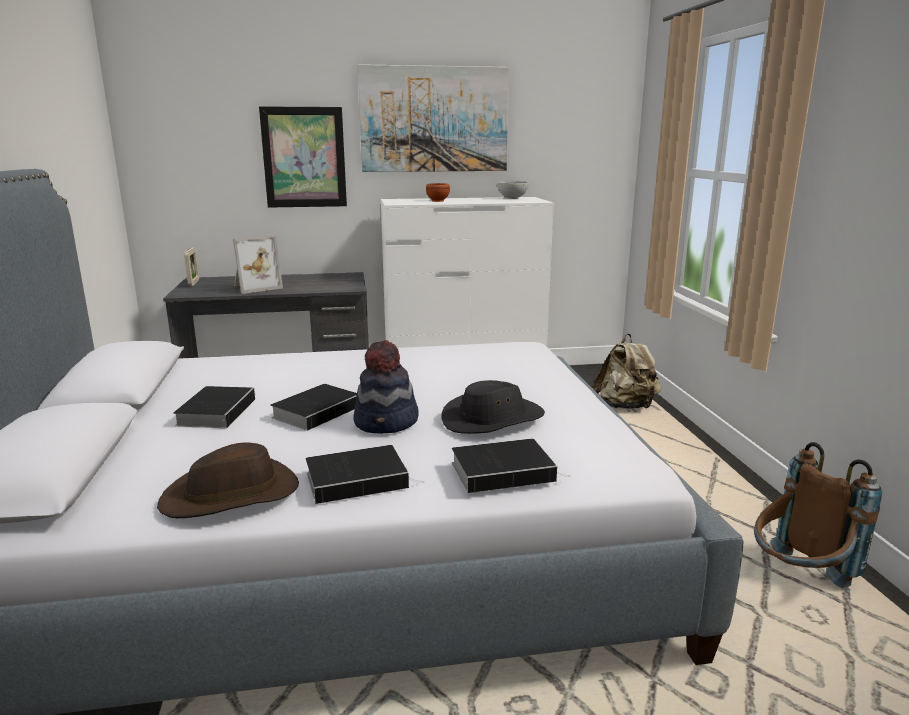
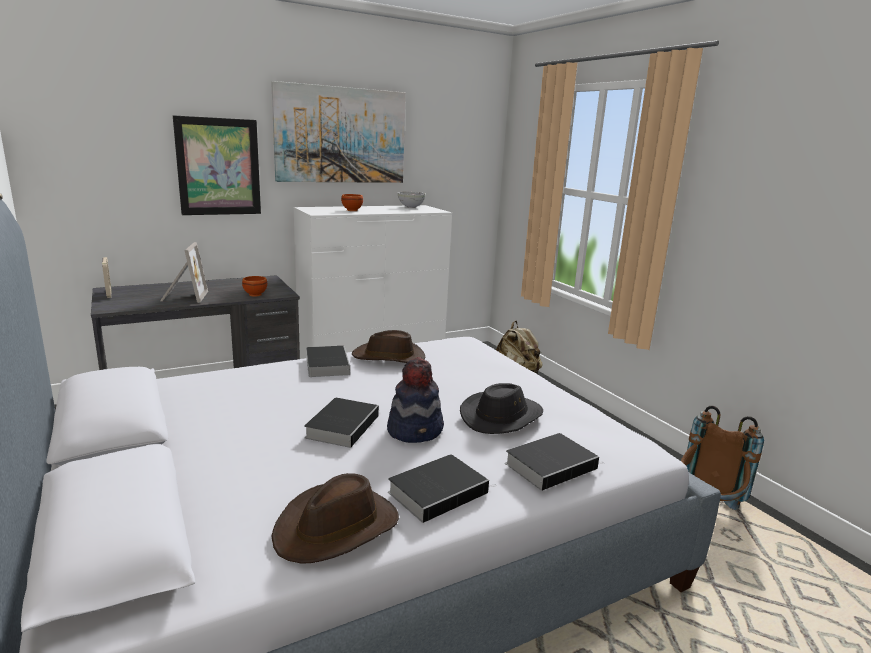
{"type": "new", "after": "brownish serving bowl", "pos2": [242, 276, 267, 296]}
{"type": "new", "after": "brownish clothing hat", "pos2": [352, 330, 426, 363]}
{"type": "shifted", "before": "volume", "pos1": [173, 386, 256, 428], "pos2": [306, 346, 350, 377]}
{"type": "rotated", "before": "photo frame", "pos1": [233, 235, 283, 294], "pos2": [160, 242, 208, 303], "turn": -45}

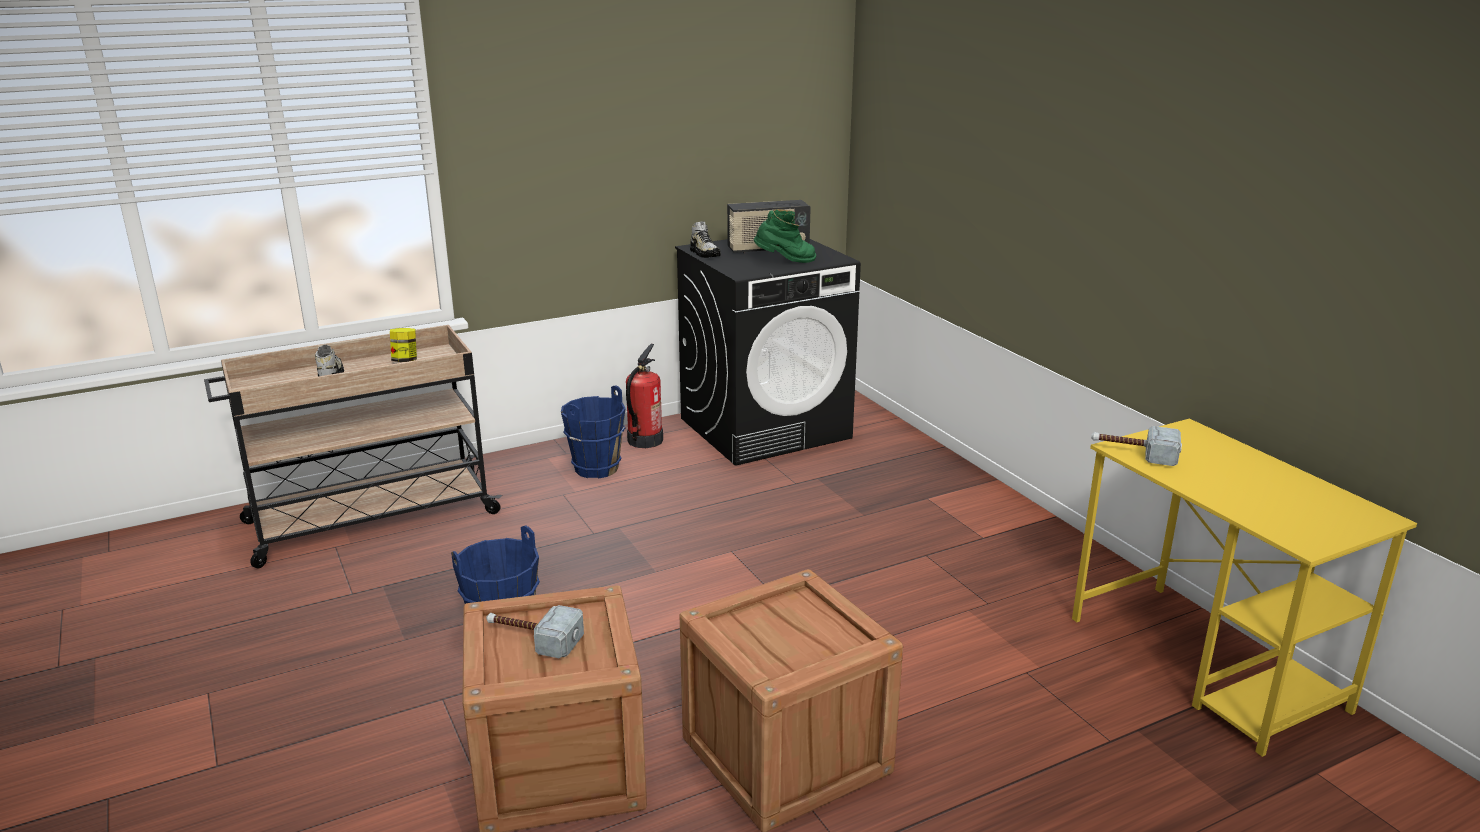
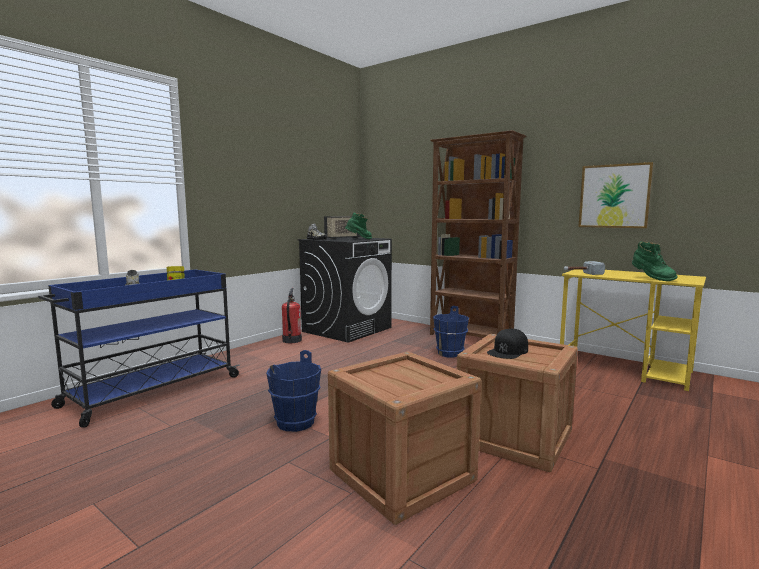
{"type": "gone", "before": "hand hammer", "pos1": [486, 605, 584, 658]}
{"type": "new", "after": "brownish bookshelf", "pos2": [430, 130, 526, 338]}
{"type": "new", "after": "black-coloured peaked cap", "pos2": [487, 329, 528, 359]}
{"type": "new", "after": "picture", "pos2": [578, 162, 654, 228]}
{"type": "new", "after": "green tall boot", "pos2": [632, 241, 677, 281]}
{"type": "shifted", "before": "bluish bucket", "pos1": [561, 385, 626, 479], "pos2": [433, 306, 469, 358]}
{"type": "repainted", "before": "beige cart", "after": "bluish cart", "pos1": [204, 325, 502, 568], "pos2": [38, 269, 240, 428]}

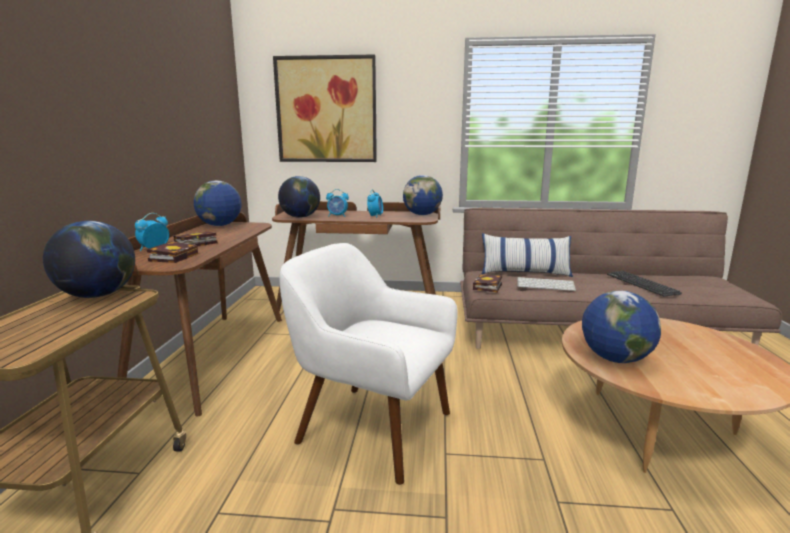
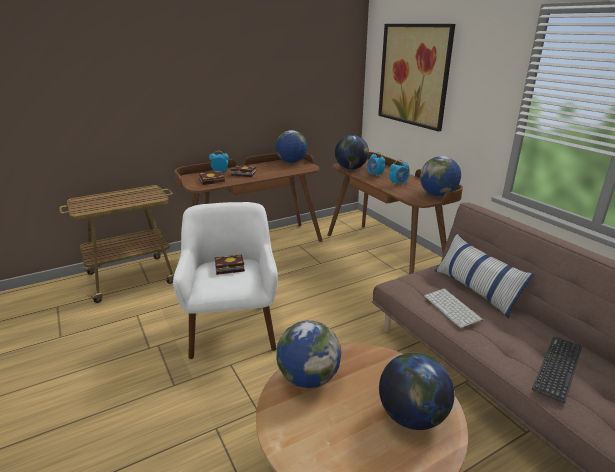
{"type": "shifted", "before": "globe", "pos1": [43, 221, 135, 298], "pos2": [379, 352, 455, 430]}
{"type": "shifted", "before": "volume", "pos1": [473, 275, 502, 293], "pos2": [215, 254, 245, 275]}

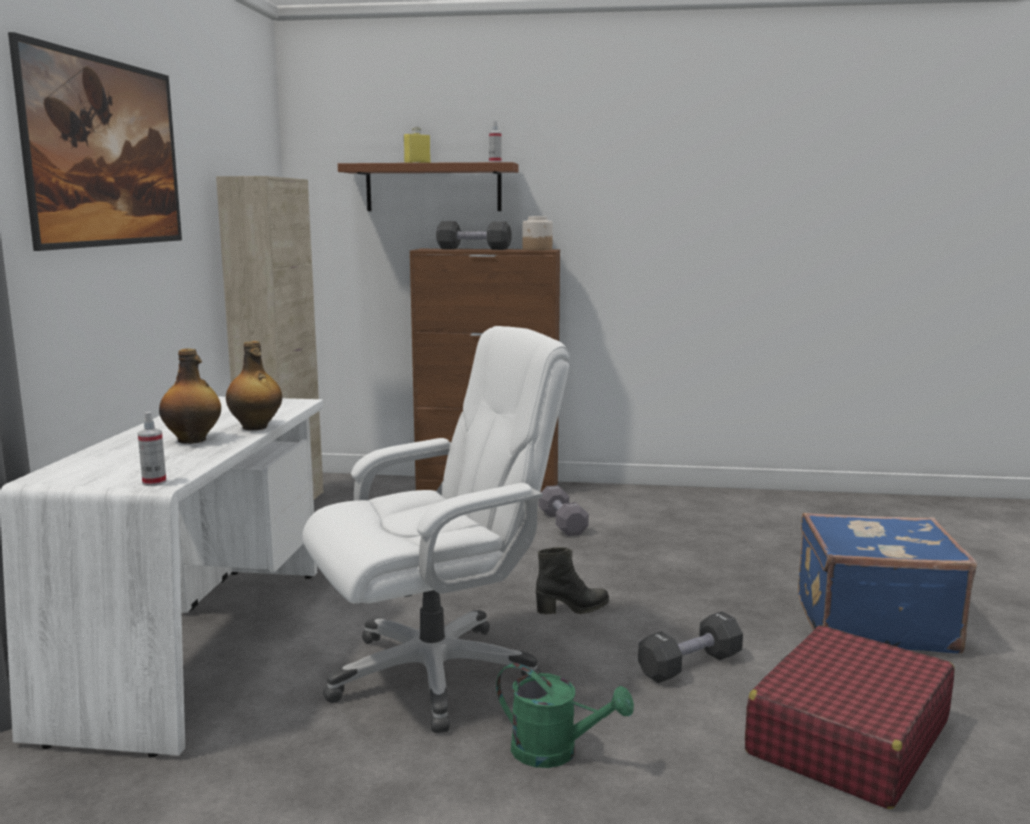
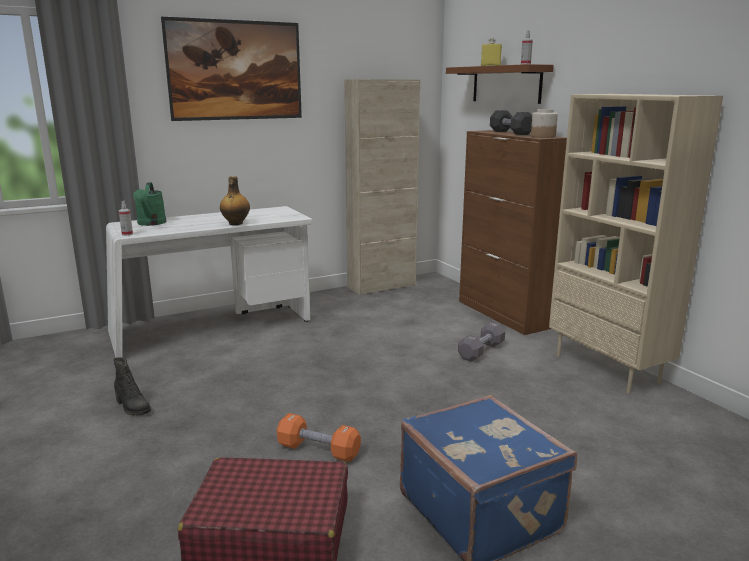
{"type": "gone", "before": "bottle", "pos1": [159, 349, 221, 444]}
{"type": "gone", "before": "white office chair", "pos1": [302, 326, 570, 733]}
{"type": "new", "after": "beige bookshelf", "pos2": [549, 94, 723, 393]}
{"type": "shifted", "before": "green watering can", "pos1": [496, 663, 634, 768], "pos2": [133, 182, 167, 226]}
{"type": "shifted", "before": "black-coloured tall boot", "pos1": [536, 547, 609, 614], "pos2": [113, 357, 151, 415]}
{"type": "repainted", "before": "black-coloured dumbbell", "after": "orange-coloured dumbbell", "pos1": [638, 611, 743, 683], "pos2": [277, 413, 361, 462]}

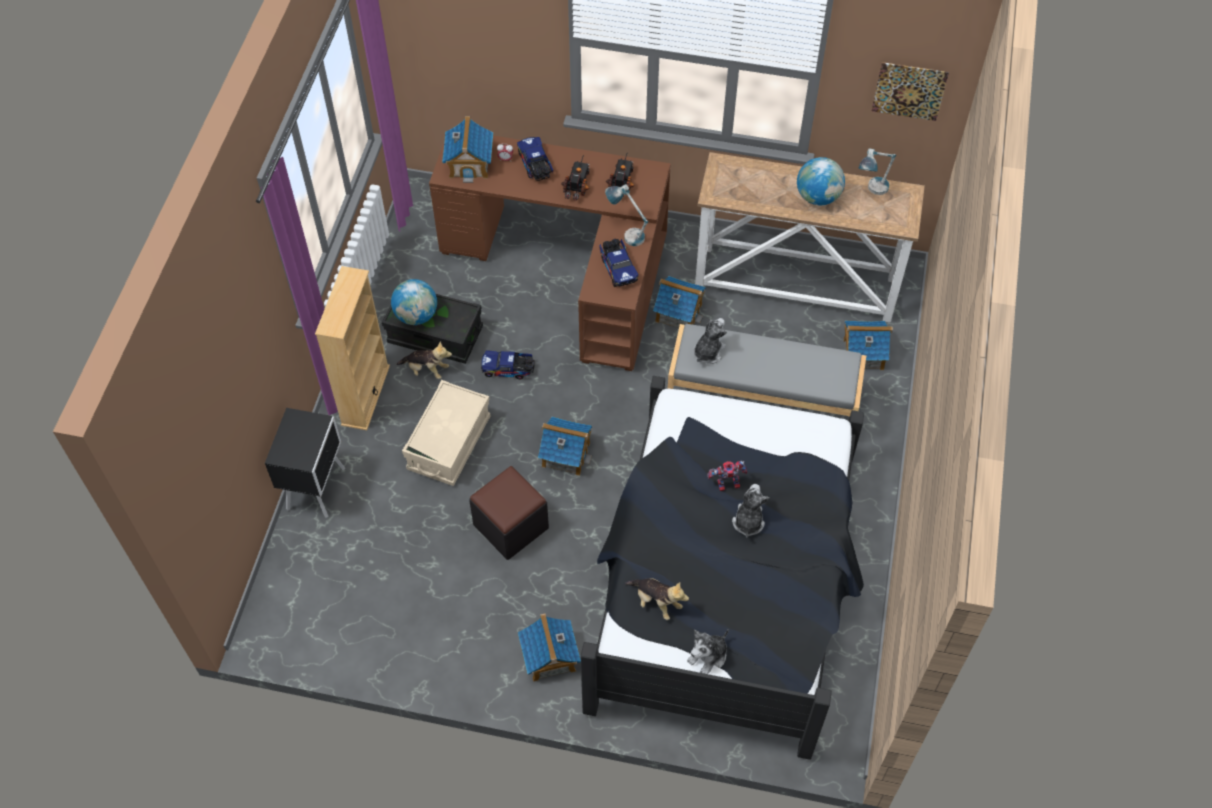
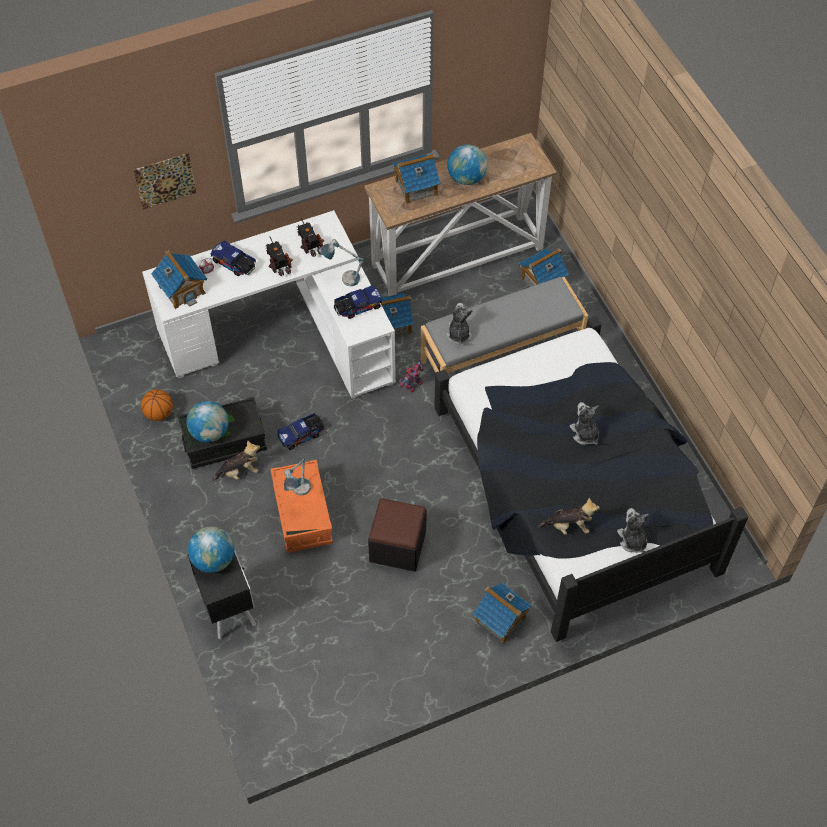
{"type": "gone", "before": "beige bookshelf", "pos1": [315, 266, 390, 430]}
{"type": "new", "after": "basketball", "pos2": [141, 389, 173, 421]}
{"type": "new", "after": "globe", "pos2": [188, 527, 235, 573]}
{"type": "shifted", "before": "miniature house", "pos1": [538, 417, 592, 476], "pos2": [392, 154, 441, 204]}
{"type": "shifted", "before": "robot figure", "pos1": [707, 461, 747, 491], "pos2": [398, 362, 424, 392]}
{"type": "shifted", "before": "tabletop lamp", "pos1": [858, 148, 896, 195], "pos2": [284, 459, 311, 496]}
{"type": "shifted", "before": "picture", "pos1": [871, 62, 949, 121], "pos2": [133, 153, 196, 210]}
{"type": "repainted", "before": "beige storage bin", "after": "orange-coloured storage bin", "pos1": [402, 380, 490, 486], "pos2": [270, 460, 333, 553]}
{"type": "repainted", "before": "brownish desk", "after": "white desk", "pos1": [429, 129, 671, 371], "pos2": [142, 210, 396, 399]}
{"type": "rotated", "before": "toy truck", "pos1": [599, 239, 638, 287], "pos2": [334, 285, 382, 319], "turn": -60}
{"type": "rotated", "before": "cuddly toy", "pos1": [687, 629, 729, 674], "pos2": [617, 508, 649, 553], "turn": 150}

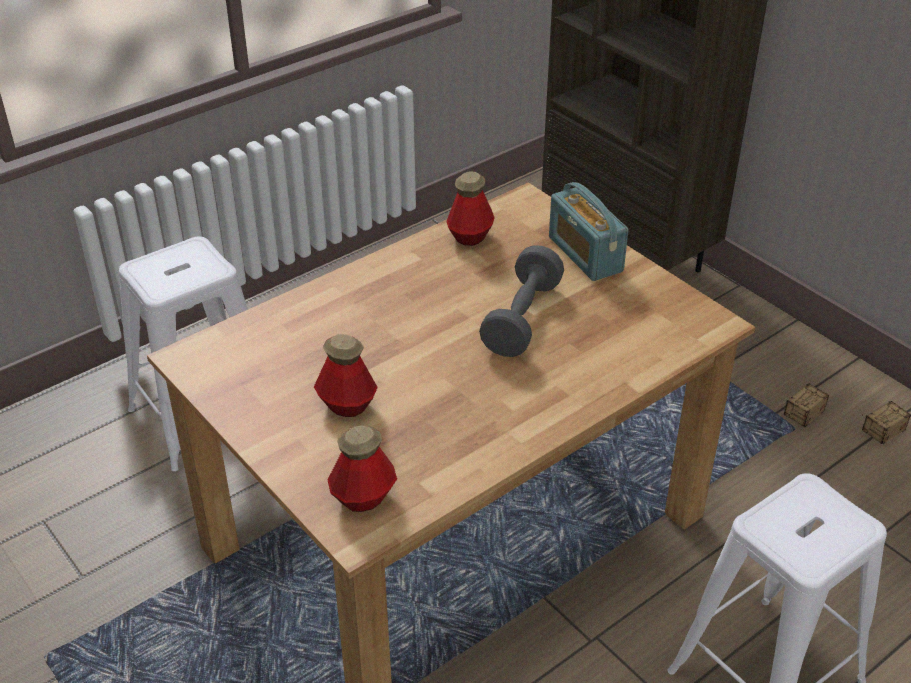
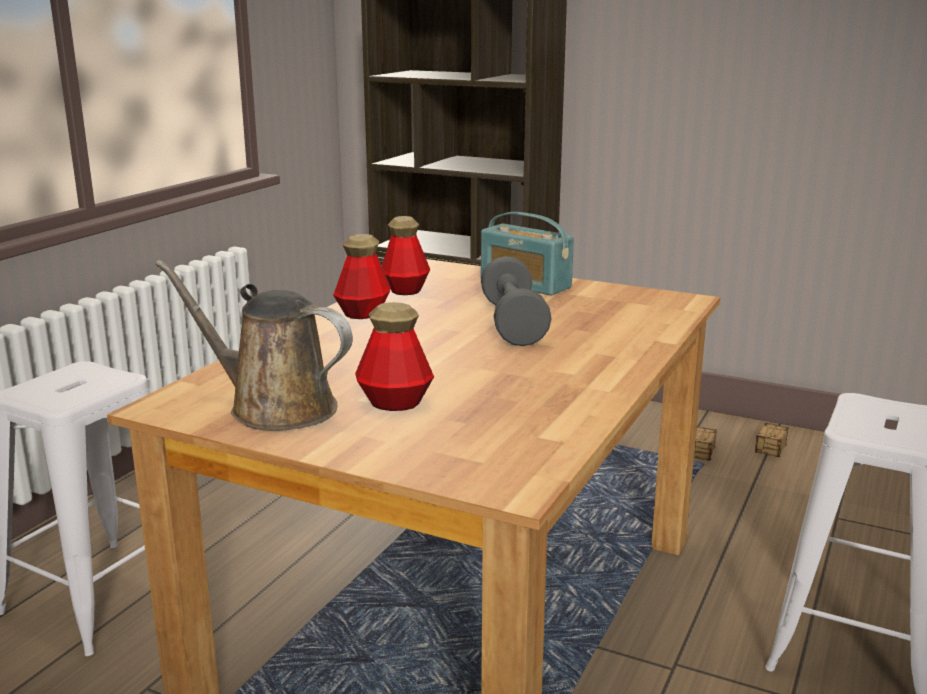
{"type": "new", "after": "brownish watering can", "pos2": [155, 260, 353, 431]}
{"type": "shifted", "before": "bottle", "pos1": [328, 426, 397, 512], "pos2": [333, 234, 391, 319]}

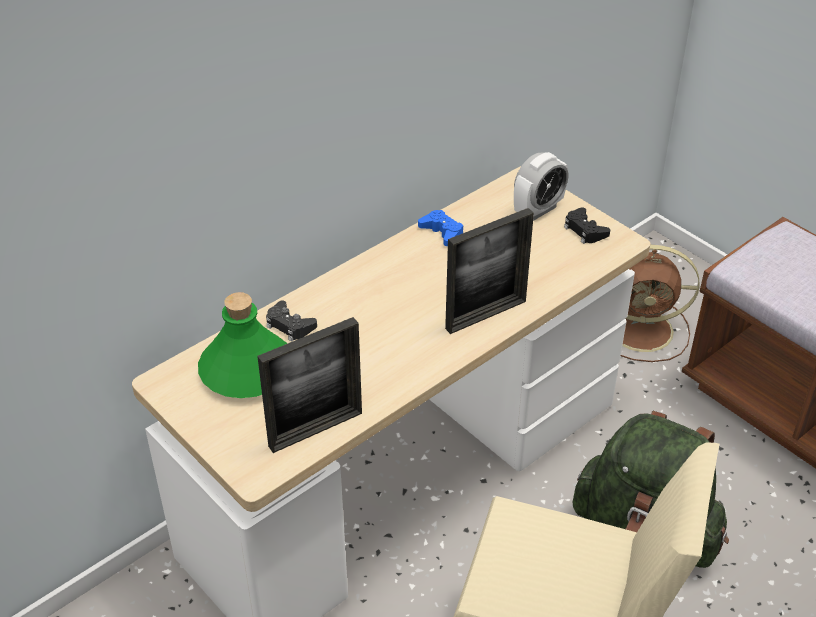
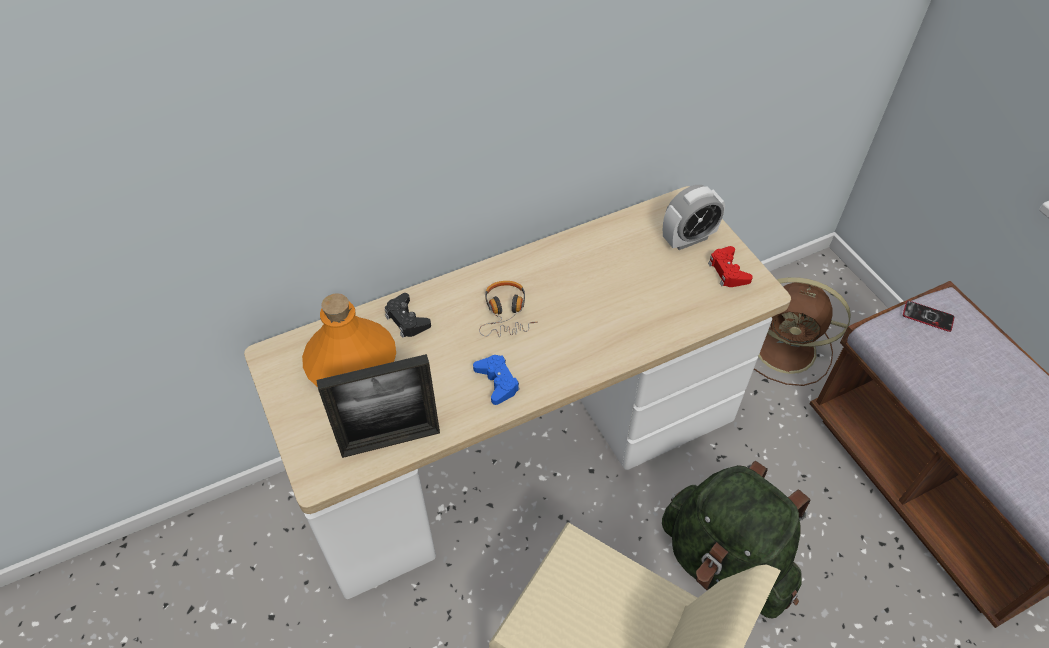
{"type": "gone", "before": "photo frame", "pos1": [445, 208, 534, 334]}
{"type": "new", "after": "headphones", "pos2": [479, 281, 538, 337]}
{"type": "new", "after": "phone", "pos2": [903, 301, 954, 332]}
{"type": "shifted", "before": "bluish gamepad", "pos1": [418, 210, 463, 246], "pos2": [473, 355, 520, 405]}
{"type": "repainted", "before": "green bottle", "after": "orange-coloured bottle", "pos1": [198, 292, 288, 398], "pos2": [302, 293, 396, 387]}
{"type": "repainted", "before": "black-coloured gamepad", "after": "red gamepad", "pos1": [564, 207, 610, 244], "pos2": [708, 246, 753, 287]}

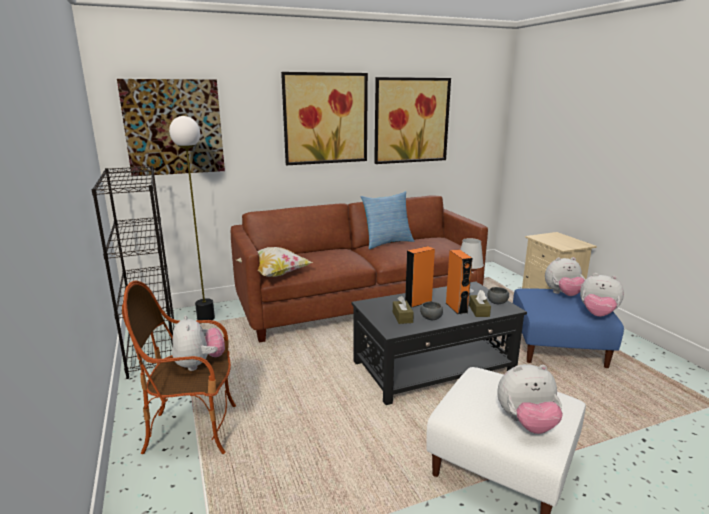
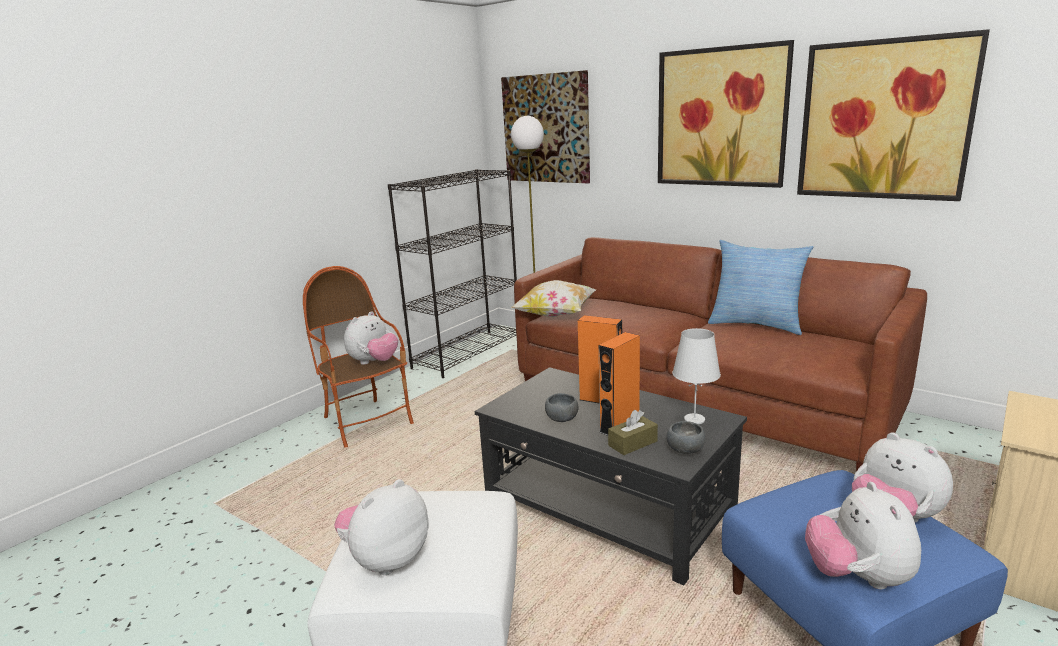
{"type": "gone", "before": "brownish tissue box", "pos1": [393, 296, 414, 324]}
{"type": "rotated", "before": "cuddly toy", "pos1": [497, 364, 563, 434], "pos2": [334, 479, 429, 575], "turn": 75}

